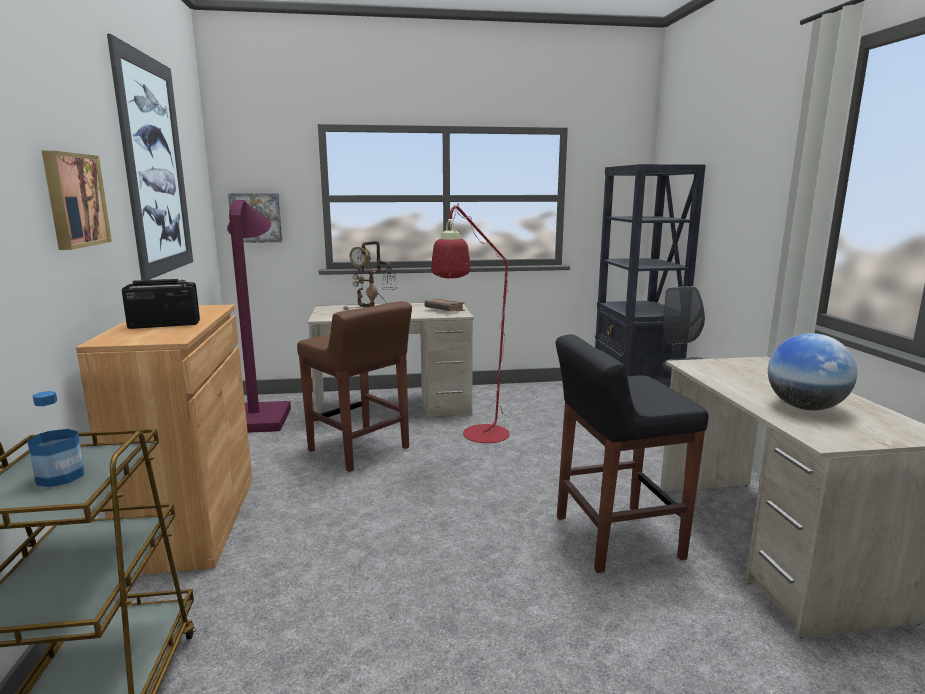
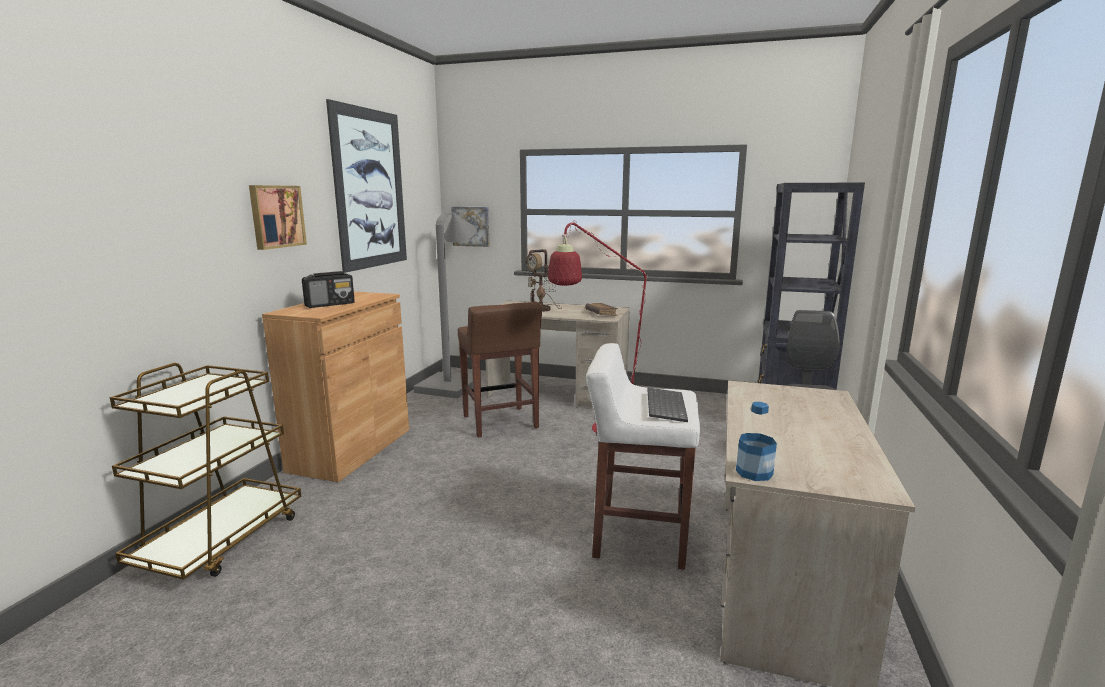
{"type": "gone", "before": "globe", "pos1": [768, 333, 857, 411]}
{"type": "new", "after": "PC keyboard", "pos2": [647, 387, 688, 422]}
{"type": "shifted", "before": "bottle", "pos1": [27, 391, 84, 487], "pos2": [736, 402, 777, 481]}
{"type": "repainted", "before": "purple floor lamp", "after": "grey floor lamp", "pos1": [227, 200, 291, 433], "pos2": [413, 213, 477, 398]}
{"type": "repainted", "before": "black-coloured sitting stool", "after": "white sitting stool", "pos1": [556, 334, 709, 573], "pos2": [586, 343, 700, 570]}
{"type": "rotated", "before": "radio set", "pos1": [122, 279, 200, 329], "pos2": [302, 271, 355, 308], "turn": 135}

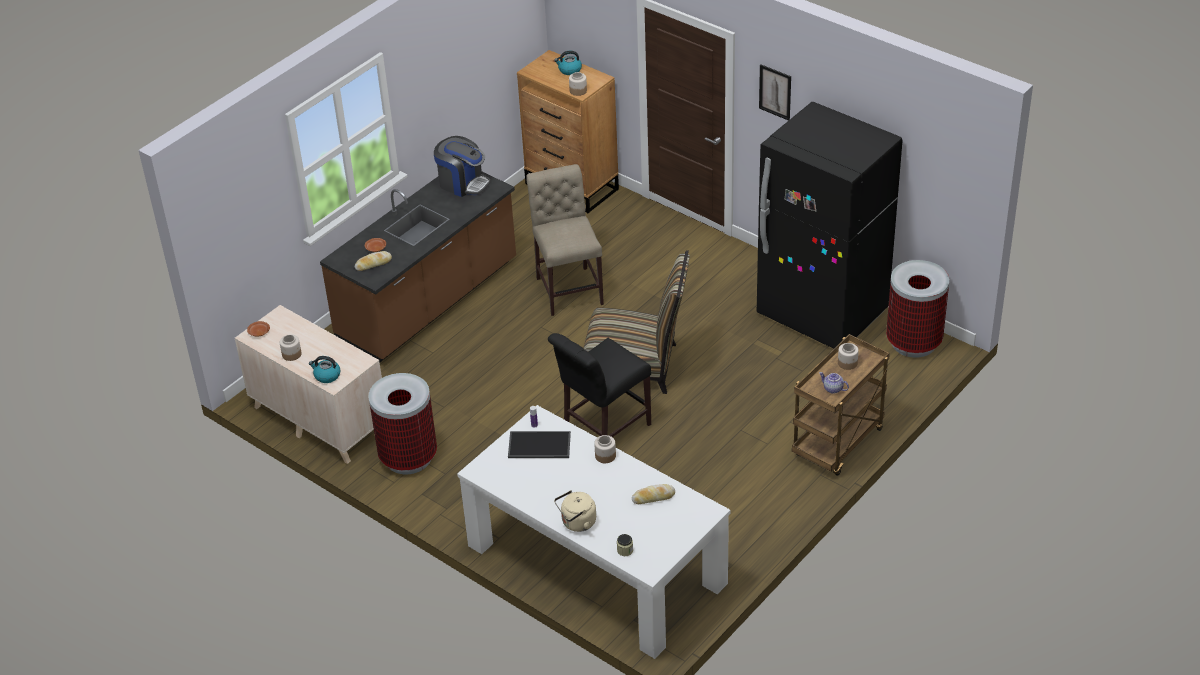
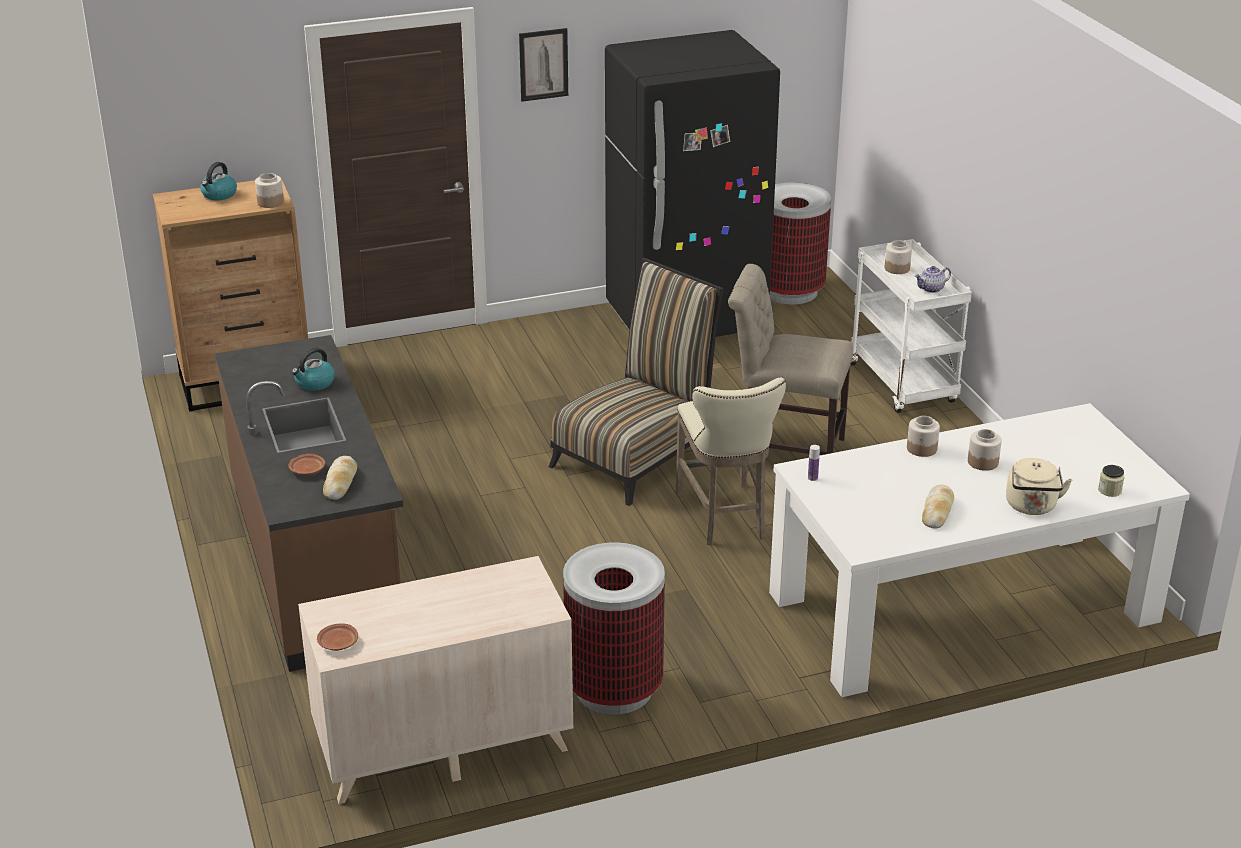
{"type": "gone", "before": "coffee brewer", "pos1": [434, 136, 491, 197]}
{"type": "gone", "before": "serving tray", "pos1": [508, 431, 571, 458]}
{"type": "shifted", "before": "storage jar", "pos1": [280, 335, 302, 361], "pos2": [968, 429, 1002, 471]}
{"type": "shifted", "before": "kettle", "pos1": [309, 356, 341, 383], "pos2": [292, 348, 335, 391]}
{"type": "shifted", "before": "beige upright chair", "pos1": [526, 164, 604, 316], "pos2": [728, 264, 853, 455]}
{"type": "shifted", "before": "bread", "pos1": [632, 484, 675, 504], "pos2": [922, 485, 954, 529]}
{"type": "swapped", "before": "black-coloured upright chair", "after": "beige sitting stool", "pos1": [548, 333, 651, 437], "pos2": [676, 378, 786, 545]}
{"type": "repainted", "before": "brownish cart", "after": "white cart", "pos1": [792, 334, 890, 476], "pos2": [851, 239, 972, 413]}

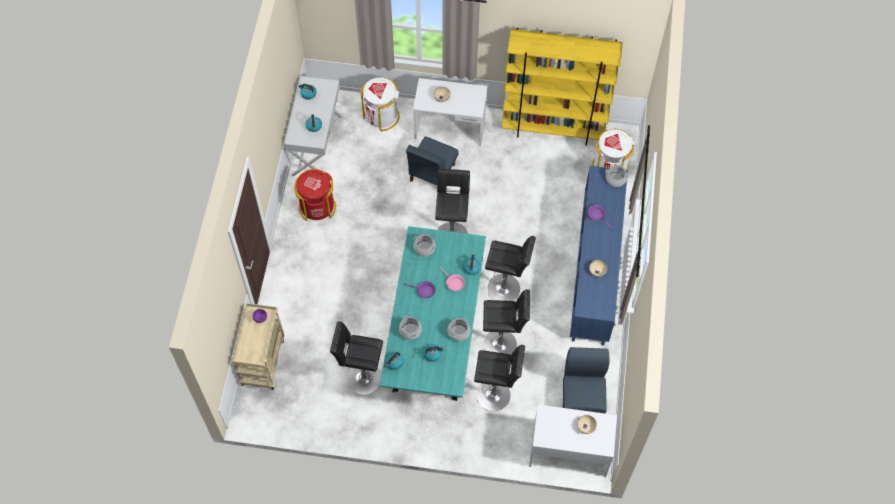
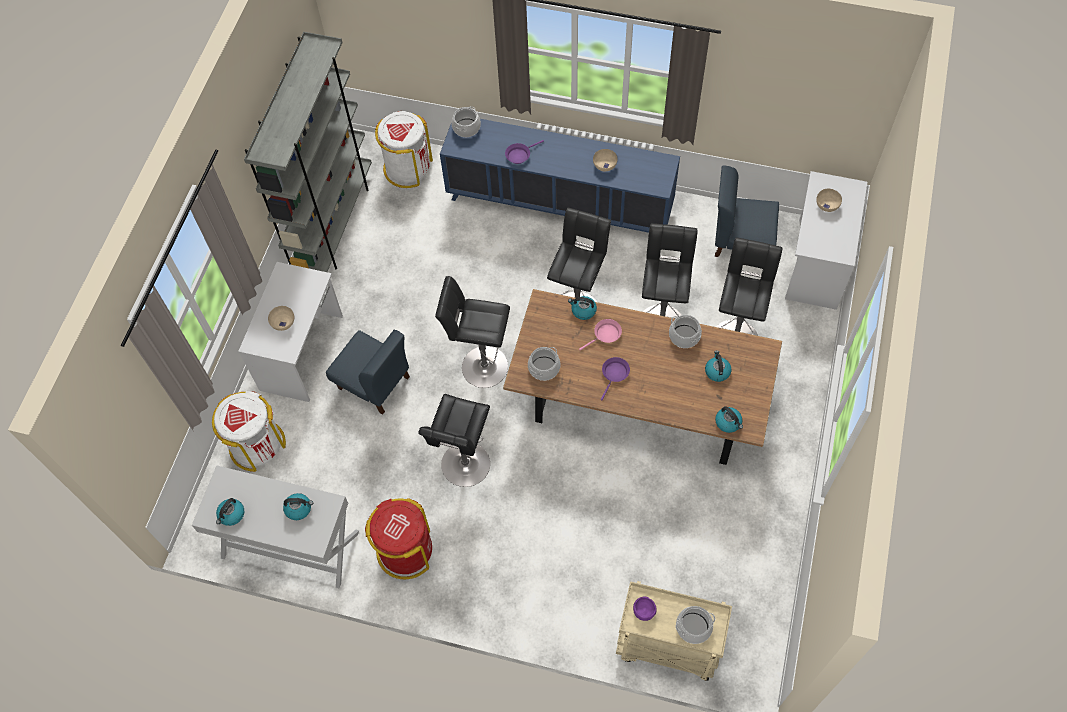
{"type": "shifted", "before": "black-coloured sitting stool", "pos1": [330, 321, 383, 395], "pos2": [418, 394, 490, 487]}
{"type": "shifted", "before": "cooking pot", "pos1": [399, 315, 422, 340], "pos2": [675, 606, 715, 644]}
{"type": "repainted", "before": "turquoise-coloured kitchen table", "after": "brownish kitchen table", "pos1": [380, 226, 486, 401], "pos2": [503, 289, 782, 465]}
{"type": "repainted", "before": "yellow-coloured bookshelf", "after": "grey bookshelf", "pos1": [501, 28, 623, 146], "pos2": [244, 32, 372, 272]}

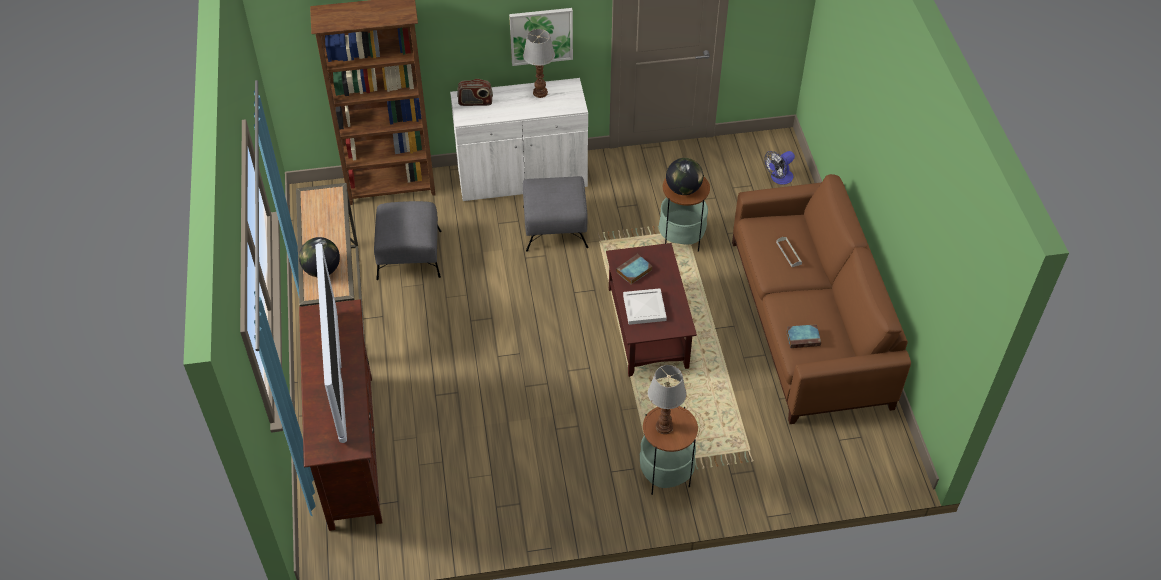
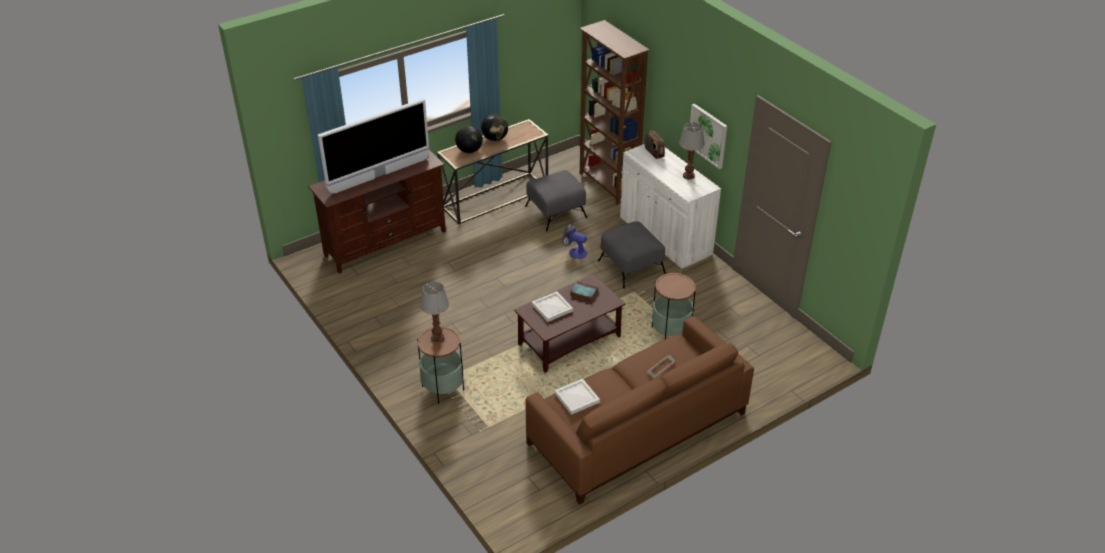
{"type": "shifted", "before": "globe", "pos1": [666, 158, 703, 195], "pos2": [481, 114, 508, 141]}
{"type": "shifted", "before": "electric fan", "pos1": [764, 151, 795, 185], "pos2": [562, 223, 587, 259]}
{"type": "swapped", "before": "volume", "after": "white serving tray", "pos1": [786, 324, 821, 348], "pos2": [554, 379, 600, 415]}

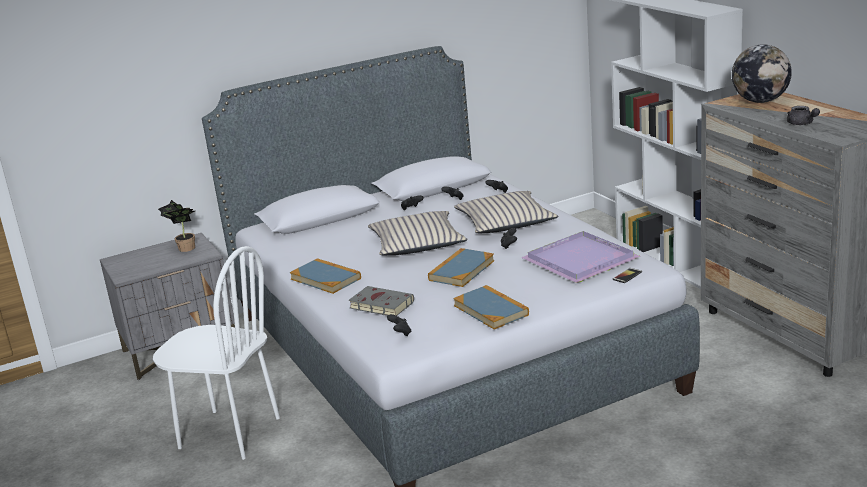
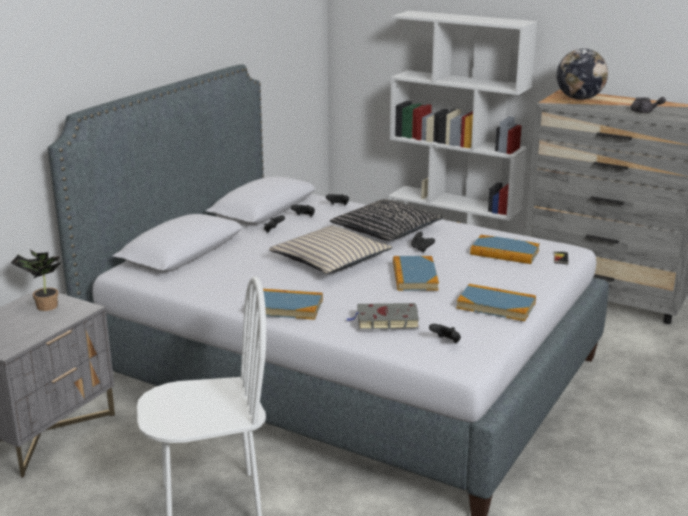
{"type": "swapped", "before": "purple serving tray", "after": "volume", "pos1": [521, 231, 641, 283], "pos2": [470, 235, 540, 264]}
{"type": "repainted", "before": "beige cushion", "after": "black-coloured cushion", "pos1": [454, 191, 558, 233], "pos2": [330, 199, 443, 241]}

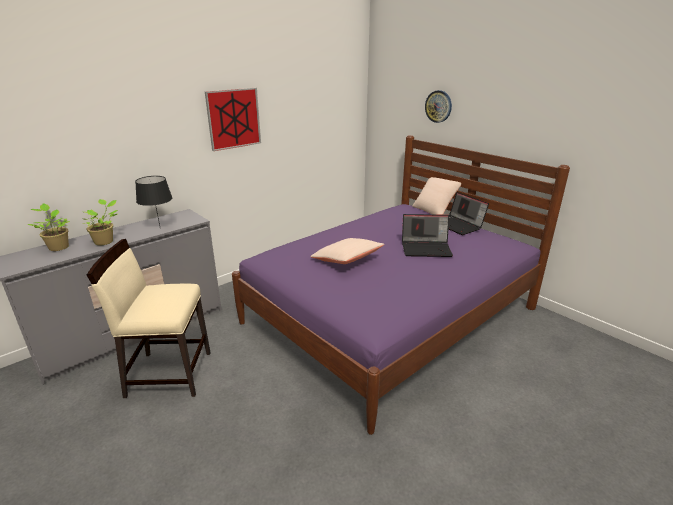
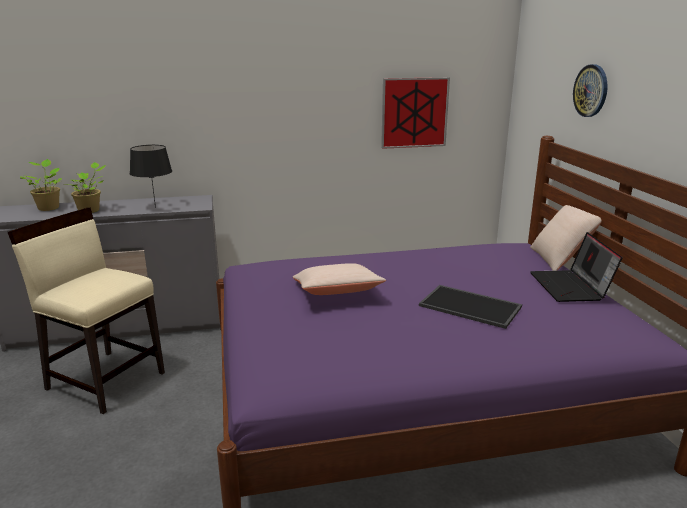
{"type": "shifted", "before": "picture", "pos1": [205, 88, 261, 151], "pos2": [381, 77, 450, 149]}
{"type": "swapped", "before": "laptop", "after": "serving tray", "pos1": [402, 214, 453, 257], "pos2": [419, 285, 522, 329]}

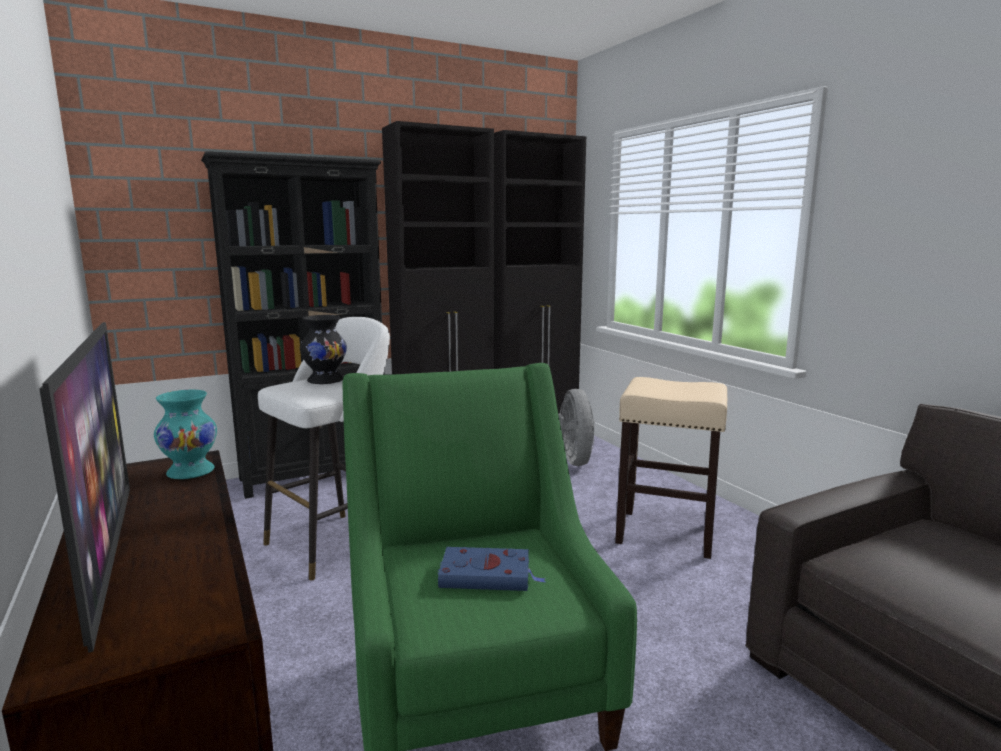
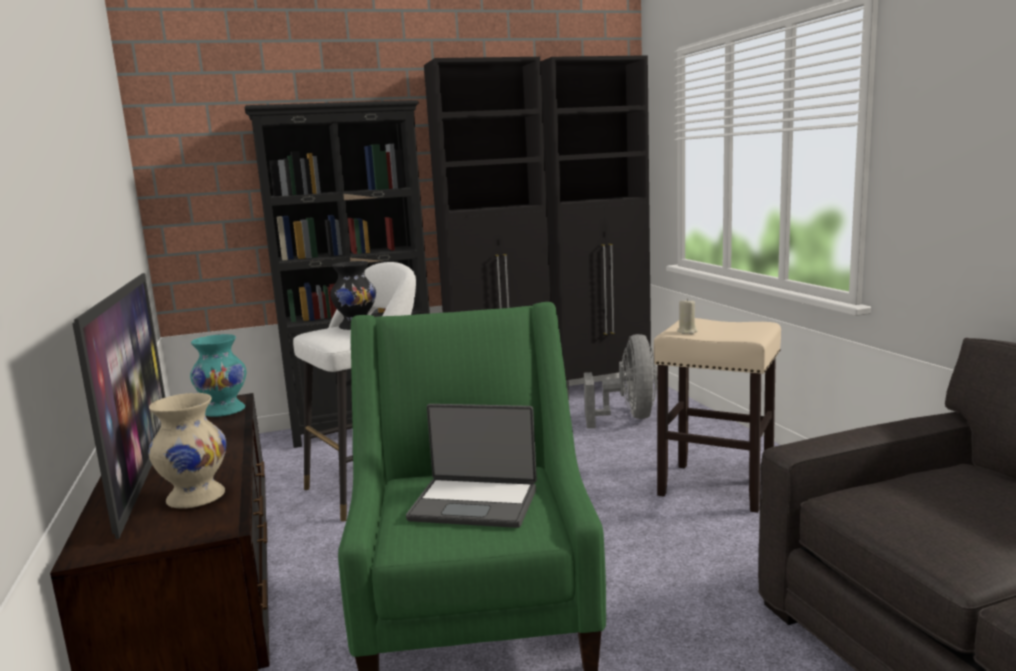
{"type": "new", "after": "beige flower vase", "pos2": [148, 393, 226, 509]}
{"type": "new", "after": "beige wax light", "pos2": [677, 298, 697, 334]}
{"type": "swapped", "before": "bluish volume", "after": "laptop", "pos1": [438, 547, 546, 591], "pos2": [406, 404, 537, 528]}

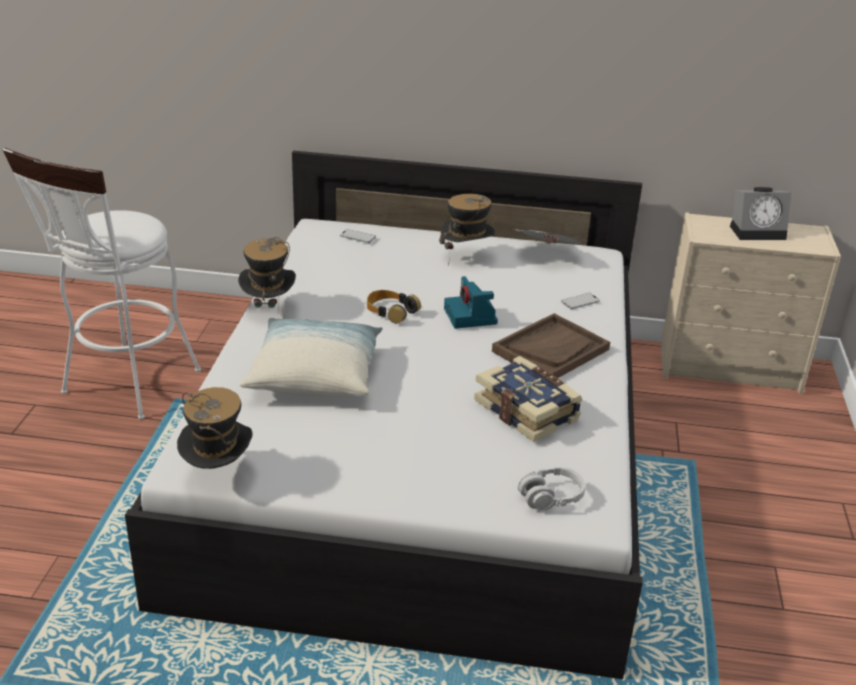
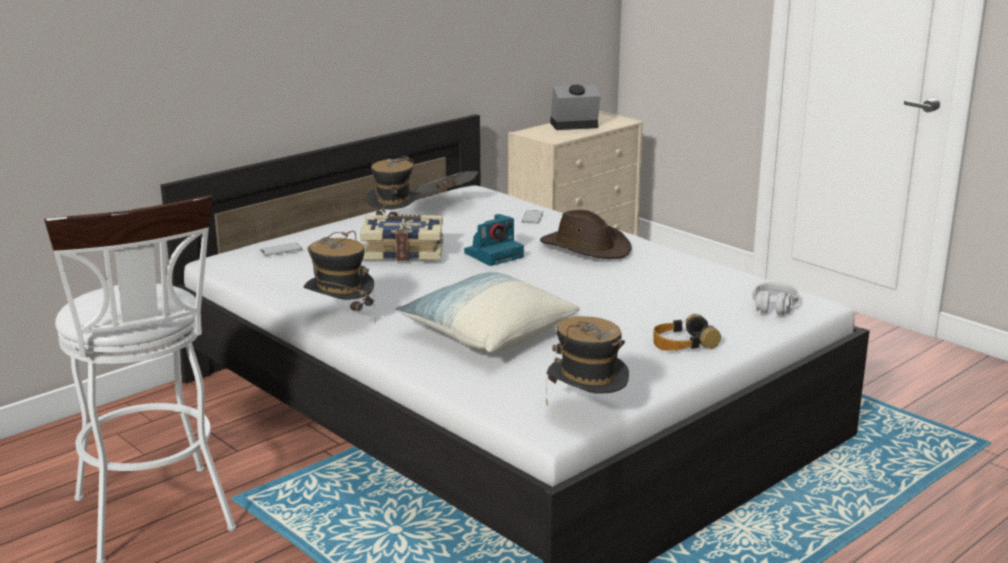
{"type": "shifted", "before": "headphones", "pos1": [367, 290, 421, 323], "pos2": [654, 314, 721, 351]}
{"type": "shifted", "before": "volume", "pos1": [474, 356, 583, 442], "pos2": [360, 215, 443, 261]}
{"type": "swapped", "before": "brownish serving tray", "after": "brownish clothing hat", "pos1": [492, 313, 610, 378], "pos2": [540, 210, 632, 259]}
{"type": "rotated", "before": "photo camera", "pos1": [444, 276, 498, 329], "pos2": [464, 214, 524, 266], "turn": -60}
{"type": "rotated", "before": "bedside clock", "pos1": [730, 187, 791, 240], "pos2": [550, 84, 601, 130], "turn": -135}

